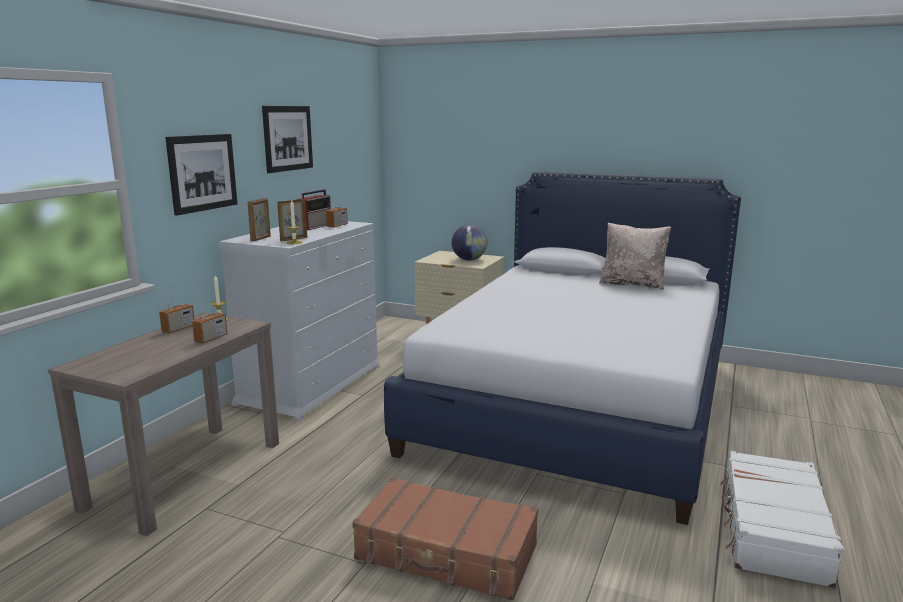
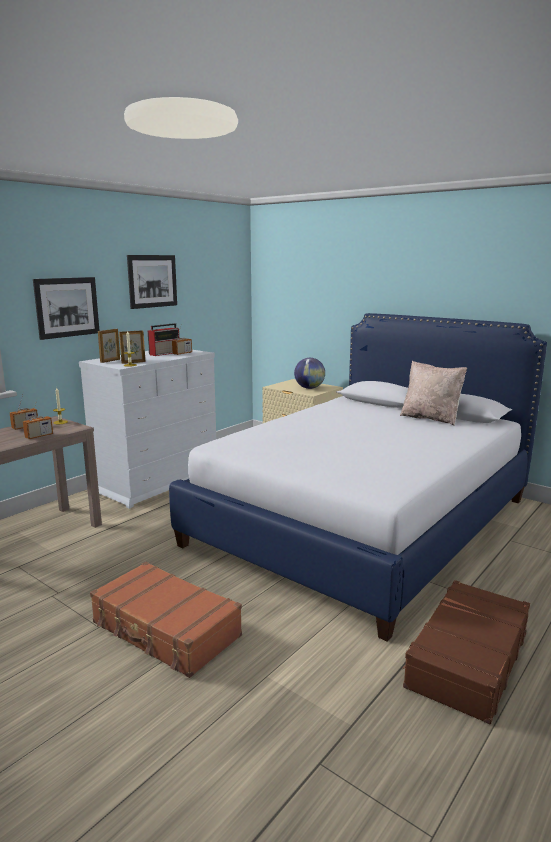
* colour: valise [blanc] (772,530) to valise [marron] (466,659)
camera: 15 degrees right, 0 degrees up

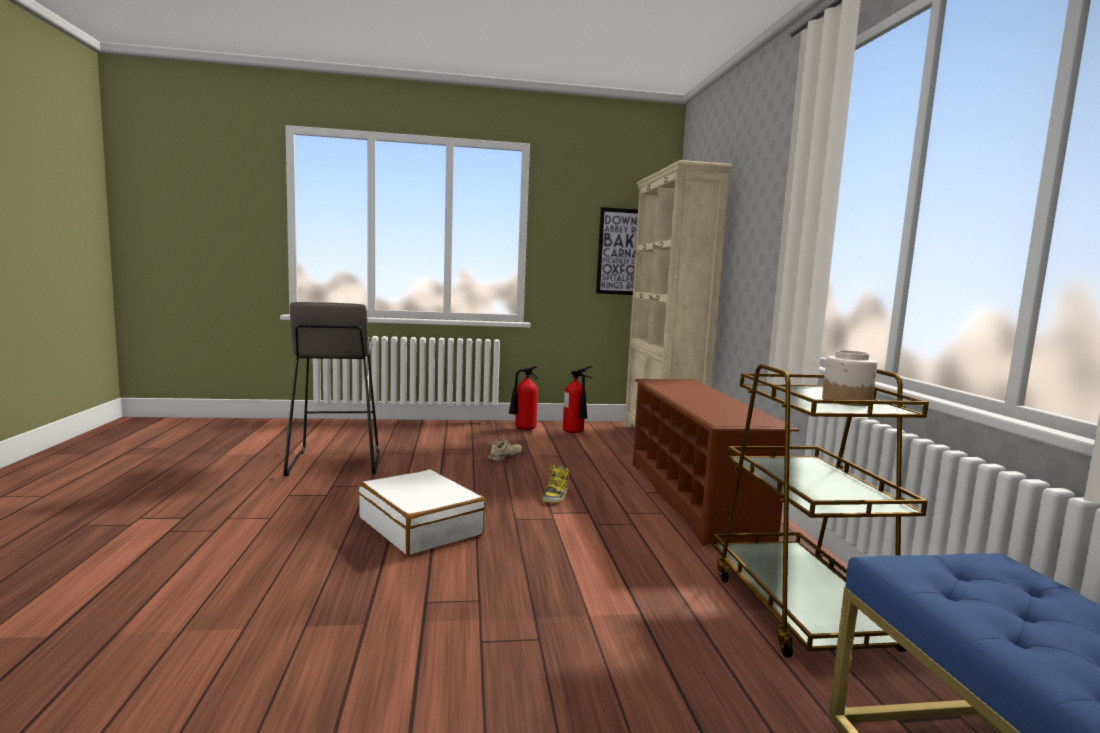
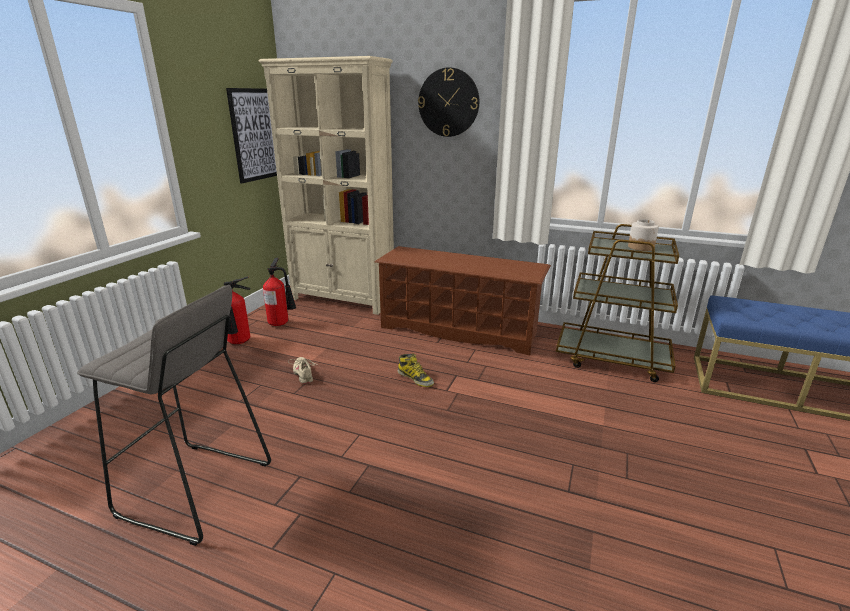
* missing: valise [blanc] (421,527)
* appeared: horloge murale (448,102)
camera: 60 degrees left, 15 degrees up

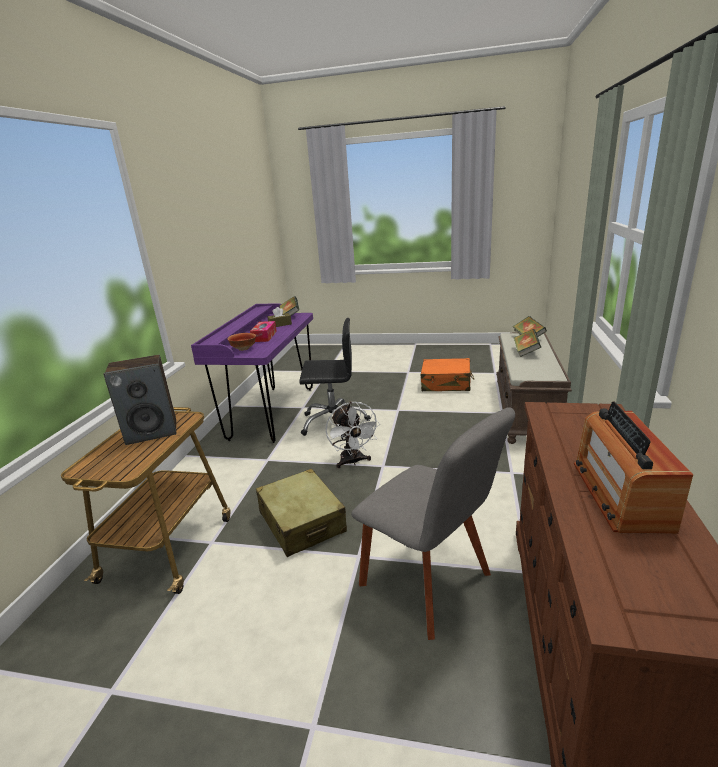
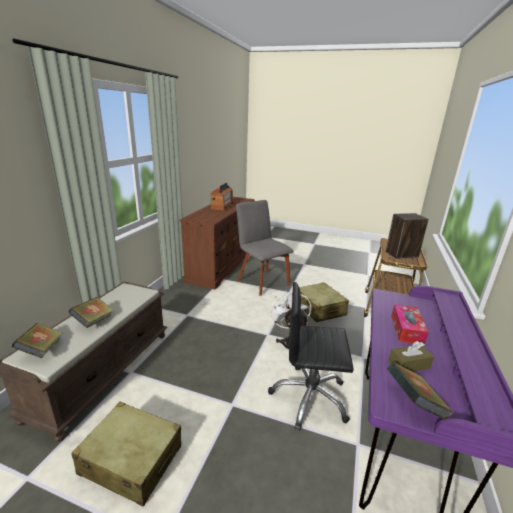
* missing: bol (244,348)
* colour: valise [orange] (446,383) to valise [beige] (131,459)
camera: 175 degrees left, 0 degrees up

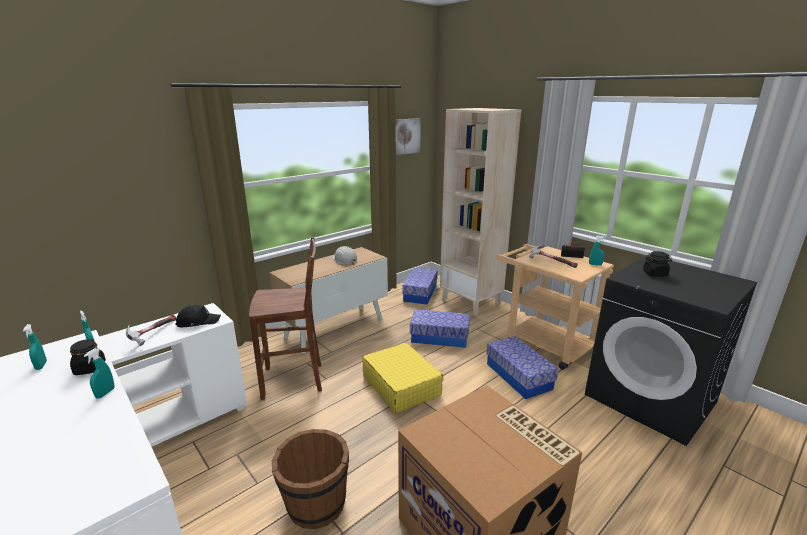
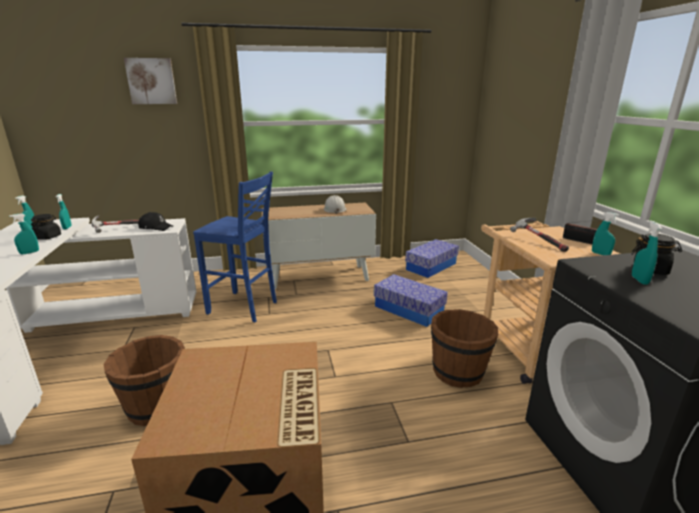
* colour: tabouret [marron] (294,380) to tabouret [bleu] (244,308)
* missing: valise [jaune] (401,385)
* relocated: tableau (406,136) to (151,81)
* missing: bibliothèque [beige] (471,302)
* exchanged: boîte de rangement (518,376) to seau [marron] (458,372)
* appeared: vaporisateur [turquoise] (639,280)
camera: 30 degrees right, 0 degrees up

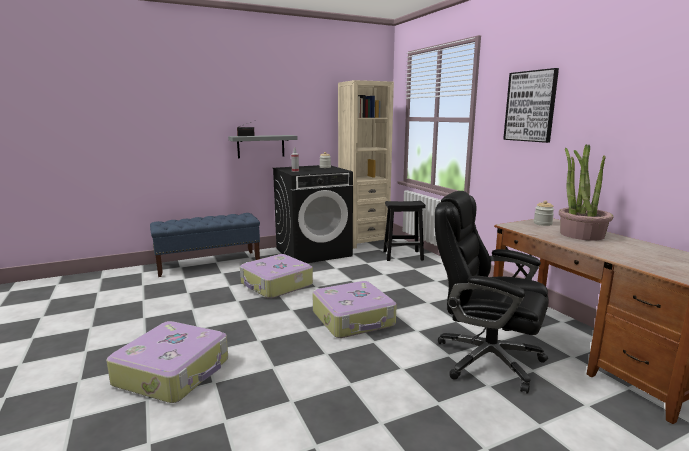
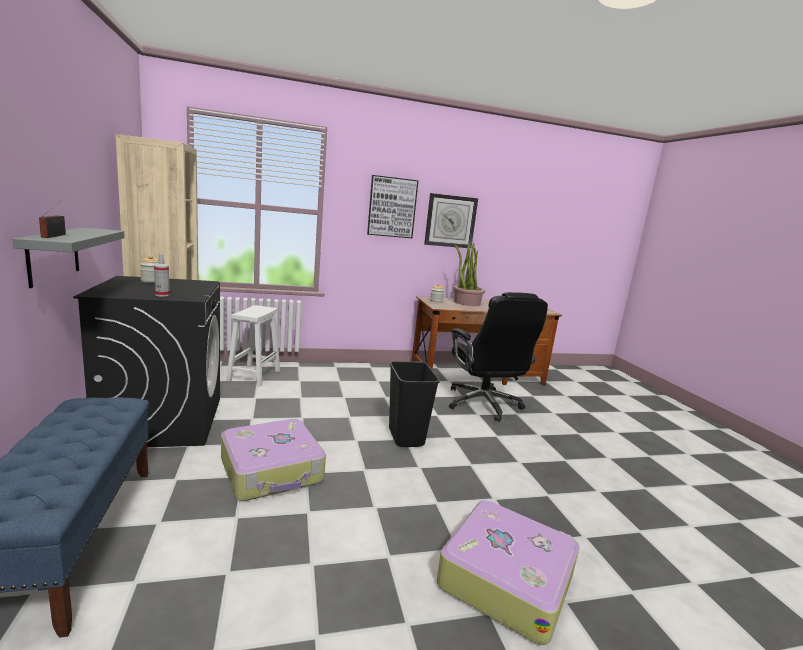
* exchanged: valise (354,319) to poubelle [noir] (405,437)
* colour: tabouret [noir] (403,255) to tabouret [blanc] (254,375)
* spun: chaise de bureau [noir] (485,359) = (484,404) 60 degrees counterclockwise
* appeared: horloge murale (450,221)
camera: 80 degrees left, 0 degrees up

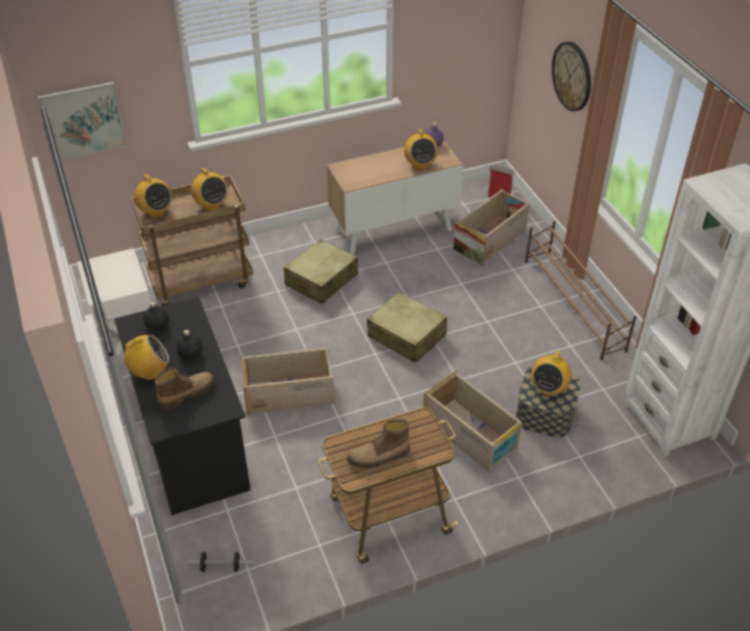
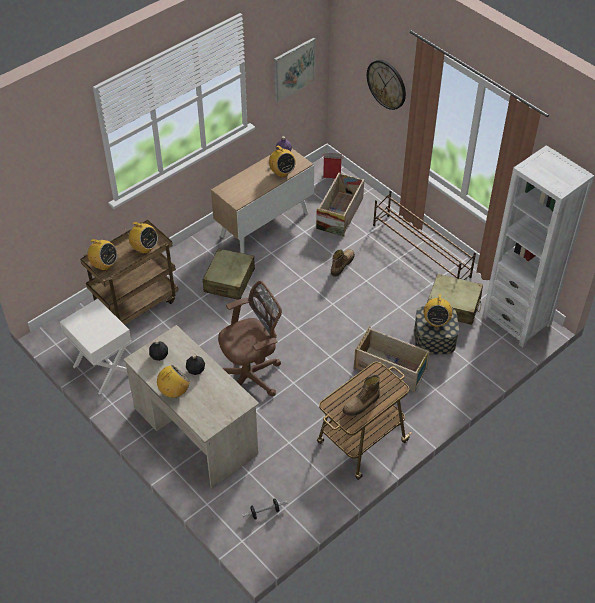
* relocated: tableau (83,120) to (294,69)
* colour: bureau [noir] (190,439) to bureau [beige] (195,431)
* relocated: botte (186,393) to (341,264)
* exchanged: caisse (289,393) to chaise de bureau [marron] (250,376)
* relocated: valise [beige] (407,336) to (453,305)
camera: 20 degrees left, 5 degrees up

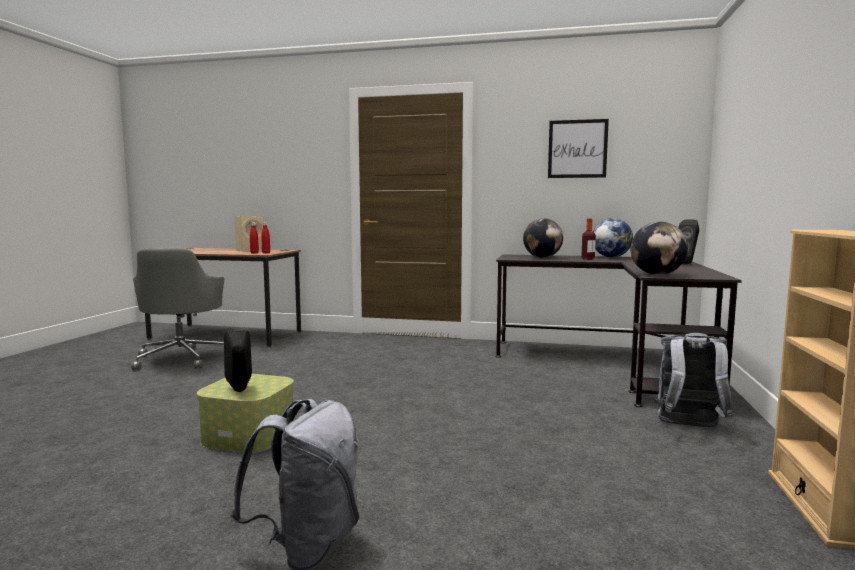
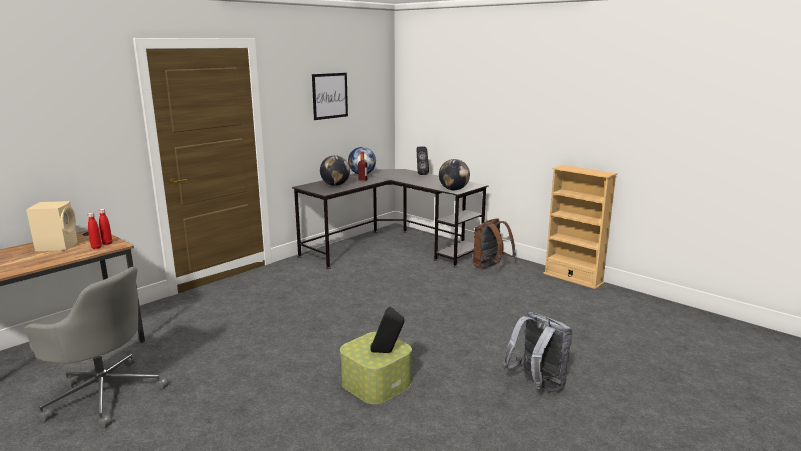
* colour: sac à dos [gris] (689,427) to sac à dos [marron] (490,267)
camera: 60 degrees left, 10 degrees up

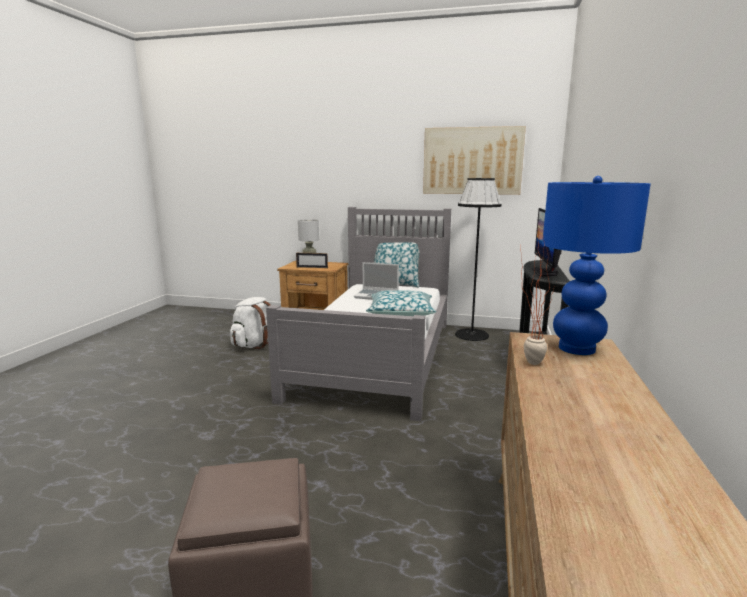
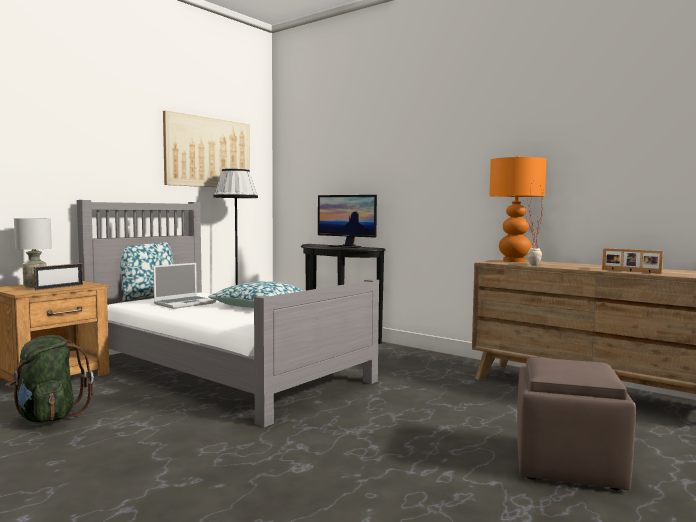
* colour: sac à dos [blanc] (254,344) to sac à dos [vert] (48,417)
* colour: lampe de table [bleu] (577,348) to lampe de table [orange] (514,261)
* appeared: cadre photo (630,271)
camera: 65 degrees left, 10 degrees down

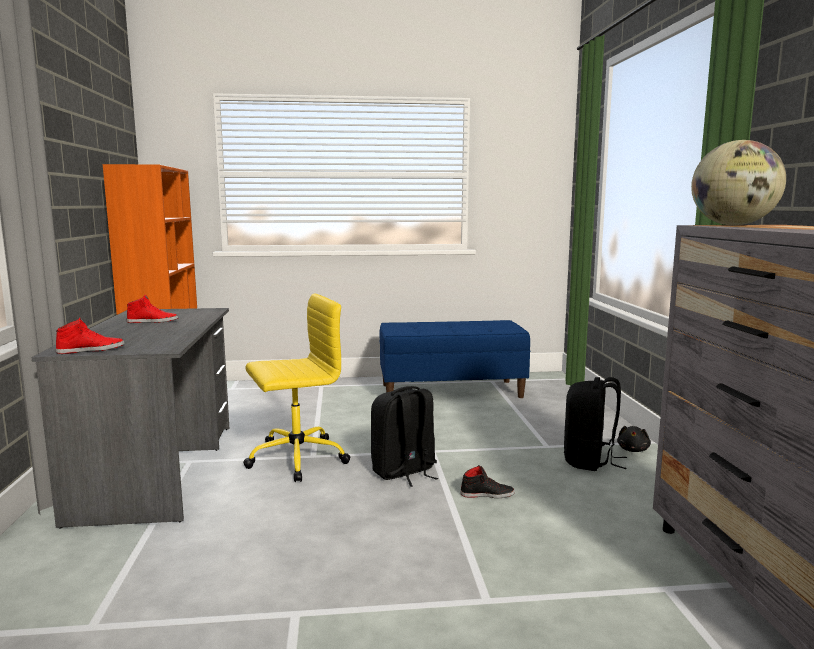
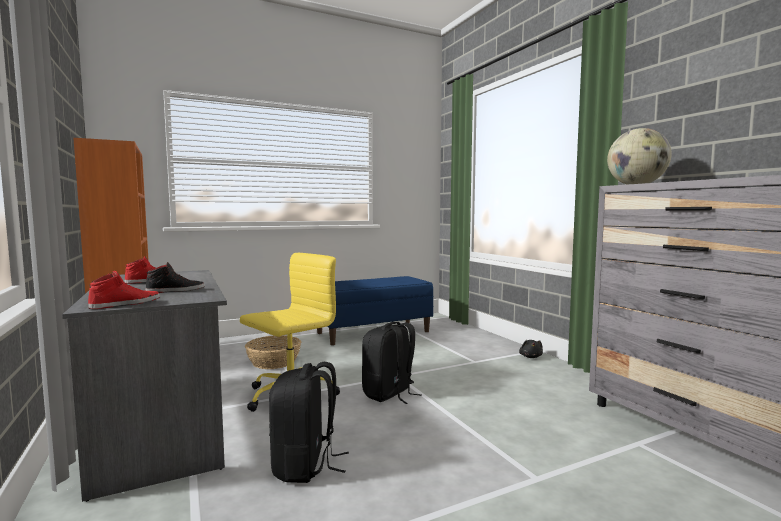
* relocated: chaussure [noir] (487,494) to (176,290)
* relocated: sac à dos [noir] (589,461) to (305,465)
* appeared: panier (274,362)
camera: 20 degrees left, 5 degrees down

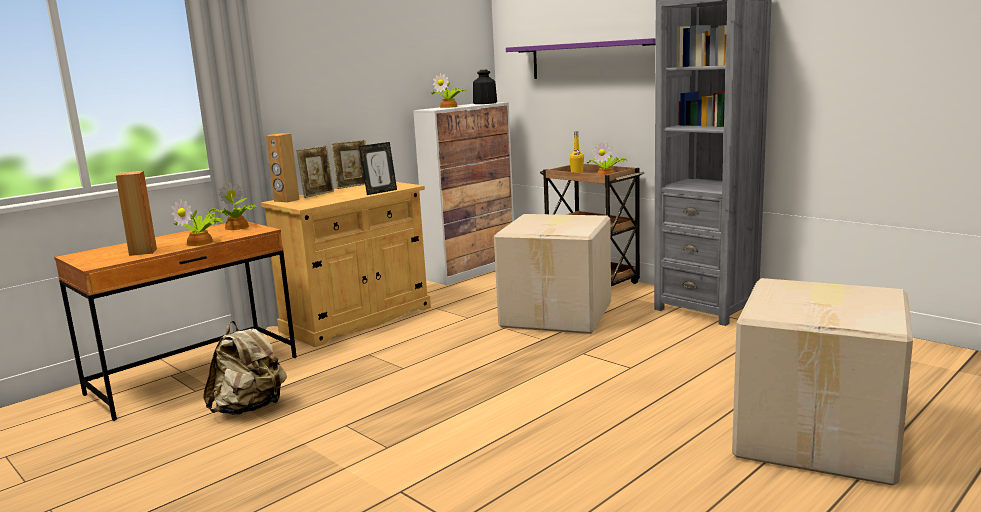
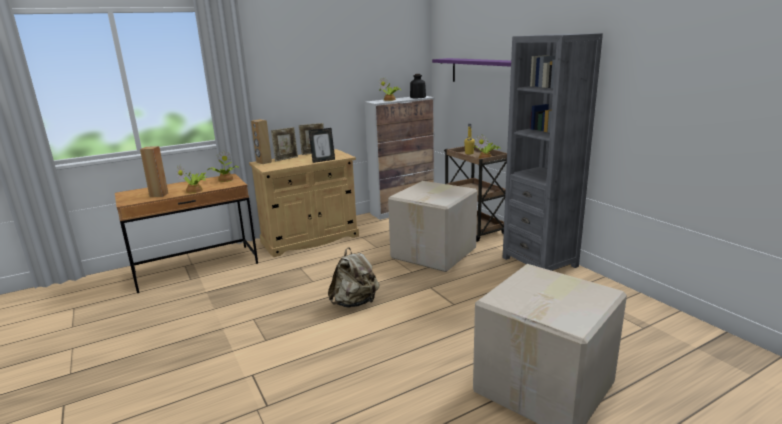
* relocated: sac à dos [beige] (249,408) to (355,303)
camera: 15 degrees right, 5 degrees up

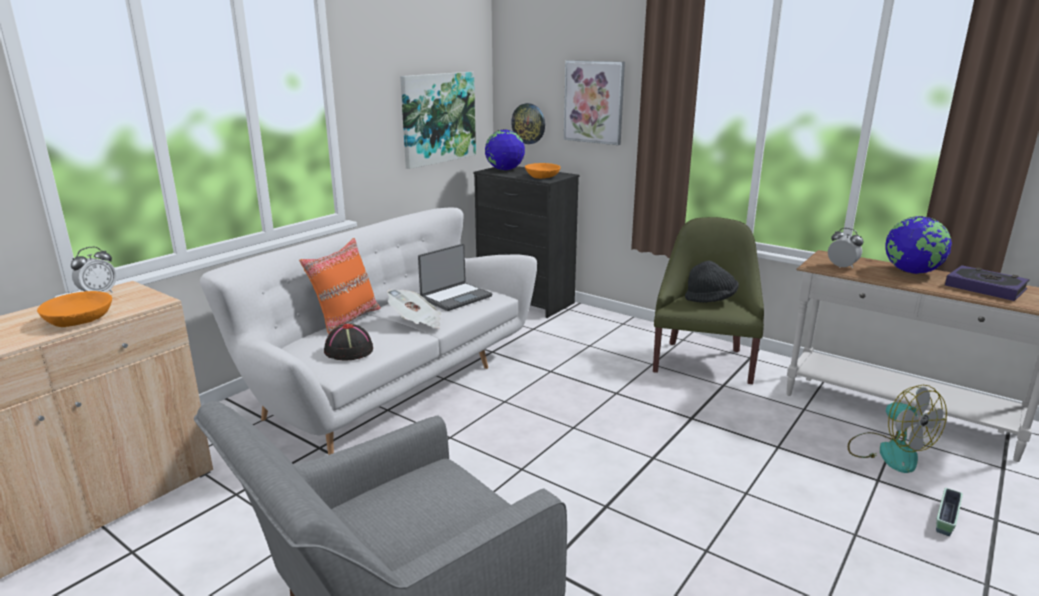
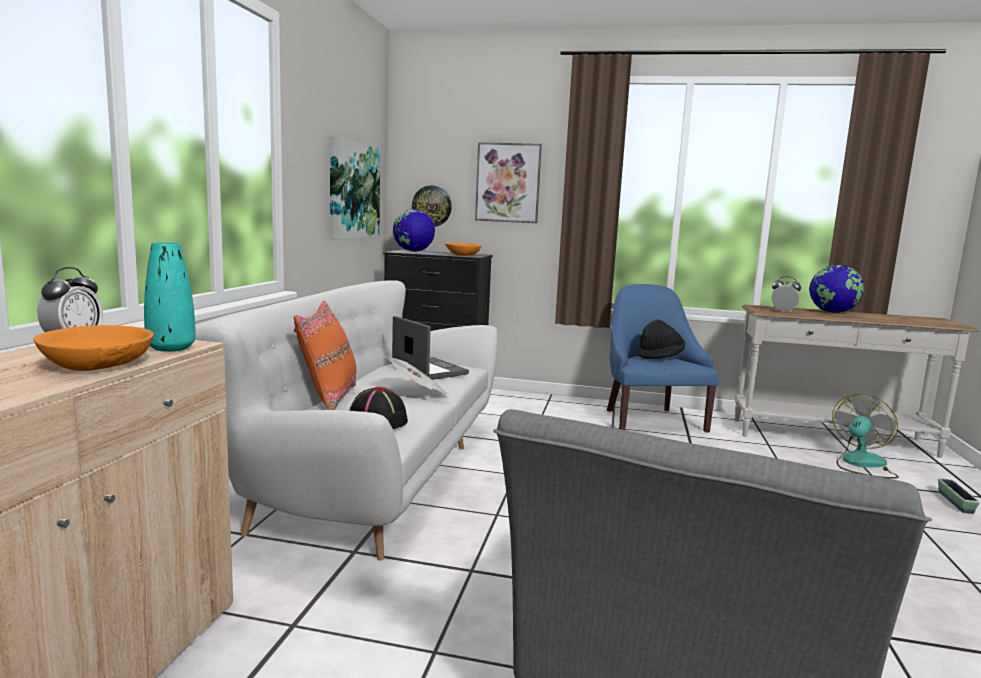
* spun: ordinateur portable (455,297) = (428,370) 60 degrees counterclockwise
* colour: fauteuil [vert] (703,360) to fauteuil [bleu] (650,420)
* spun: ventilateur (888,451) = (861,464) 90 degrees counterclockwise
* missing: livre (985,288)
* appeared: vase [turquoise] (171,348)
camera: 25 degrees left, 10 degrees down

